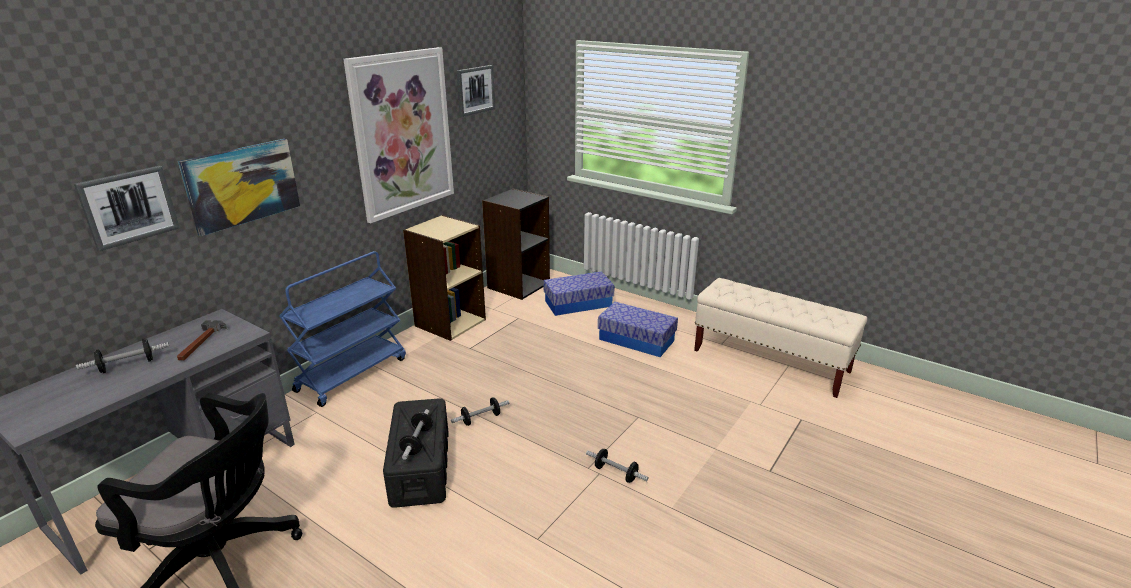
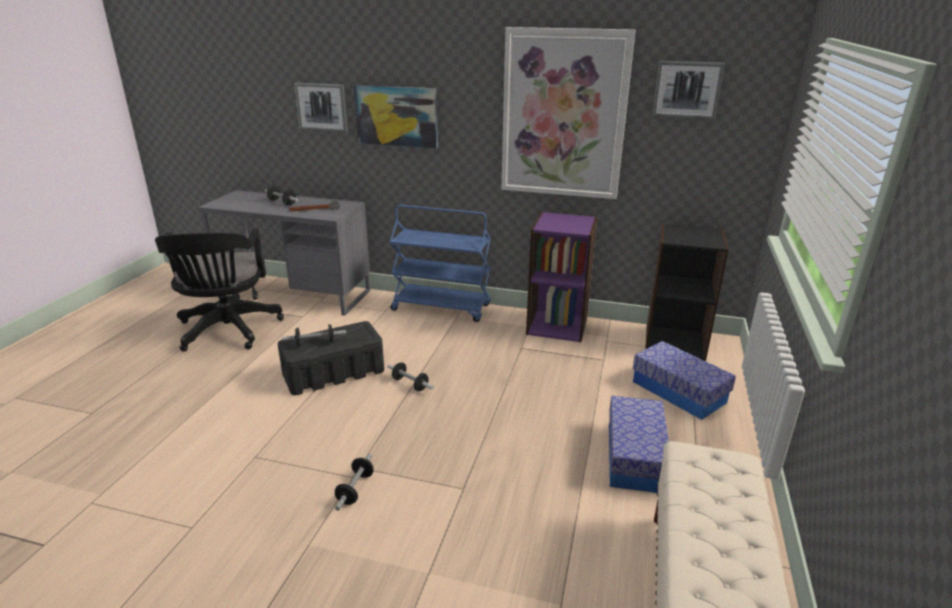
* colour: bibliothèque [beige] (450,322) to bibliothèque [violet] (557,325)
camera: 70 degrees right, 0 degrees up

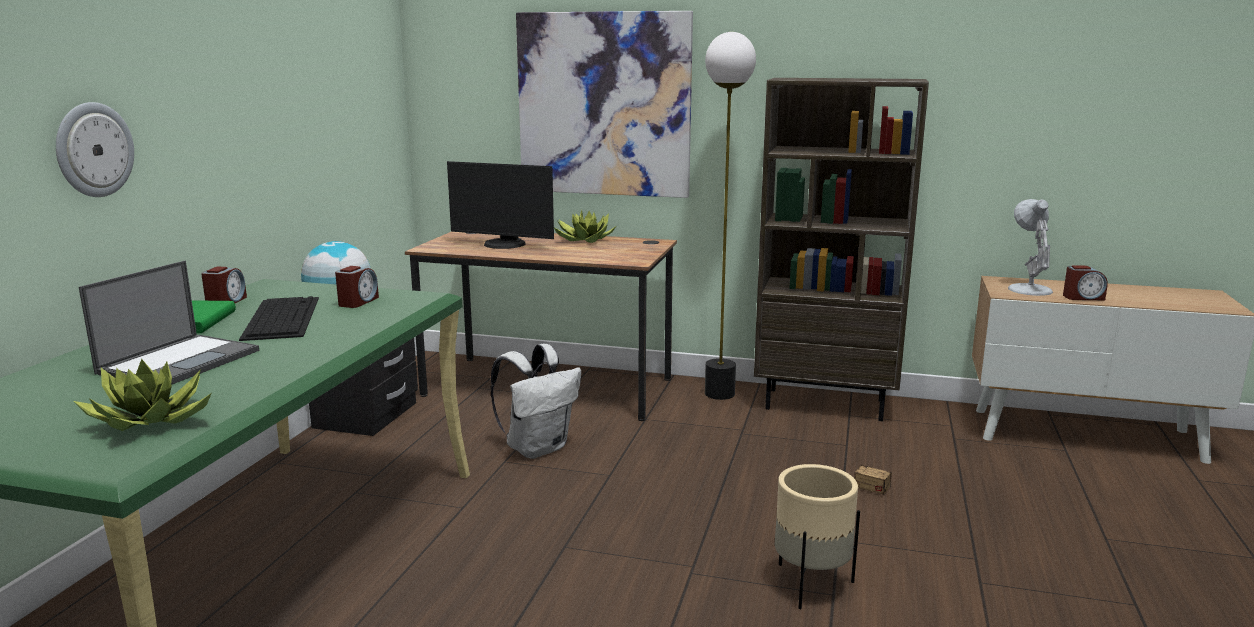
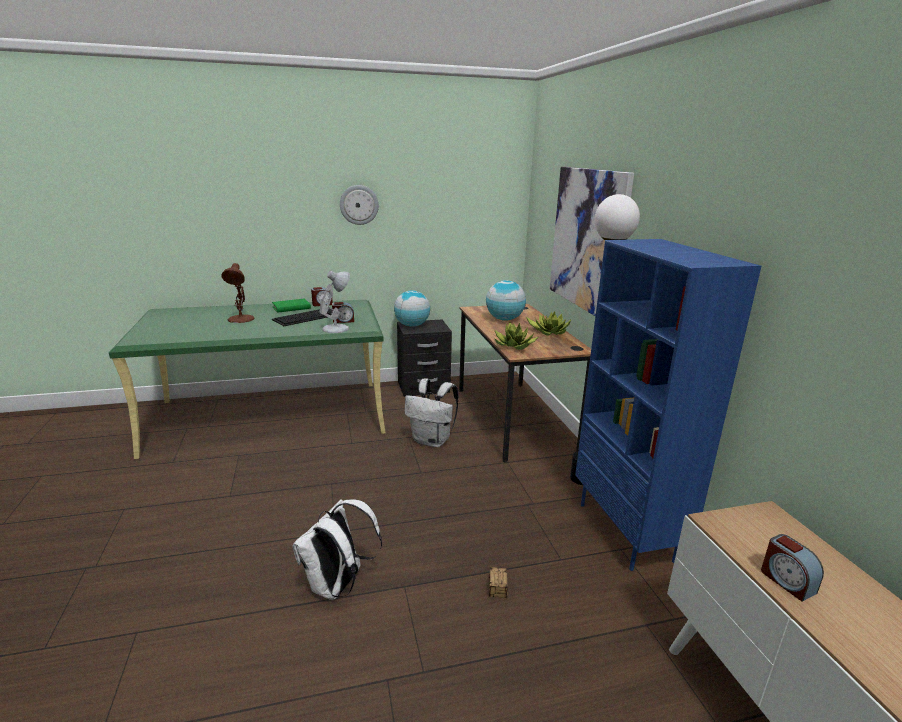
* relocated: horloge murale (93,150) to (359,205)
* relocated: plante en pot (151,421) to (514,346)
* exchanged: ordinateur portable (180,361) to lampe de table [marron] (240,319)
* exchanged: écran d'ordinateur (503,245) to globe (504,319)
* colour: bibliothèque [marron] (825,404) to bibliothèque [bleu] (626,532)
* exchanged: cache-pot [beige] (811,585) to sac à dos [blanc] (338,586)
* relocated: lampe de table [blanc] (1028,289) to (337,328)
camera: 60 degrees right, 5 degrees up

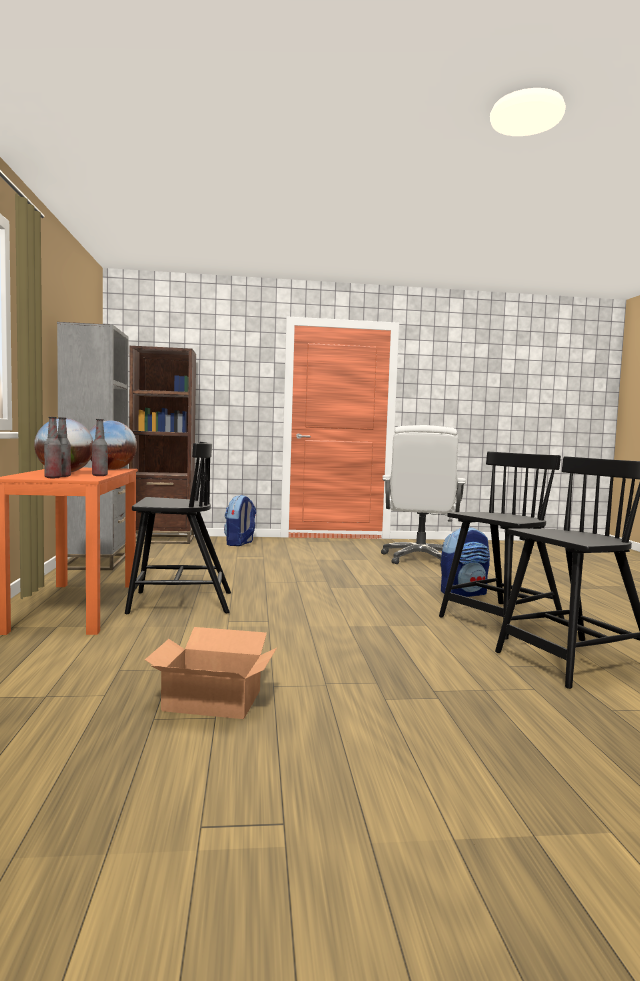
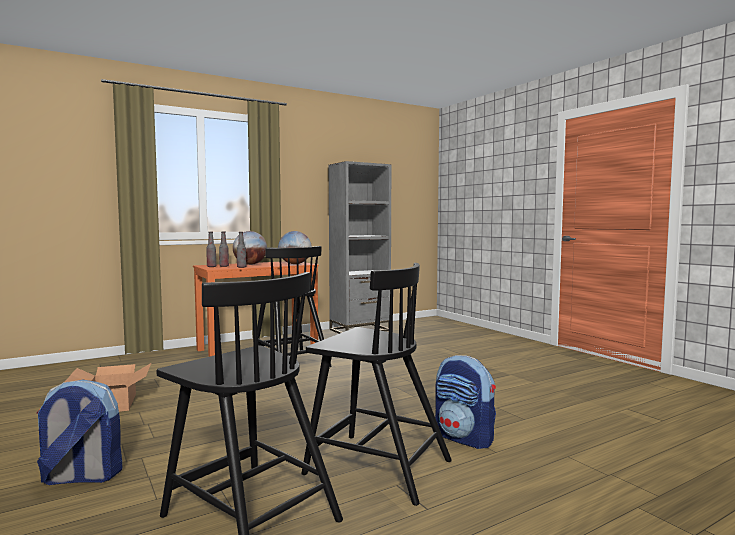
* missing: bibliothèque [marron] (162,540)
* relocated: sac à dos (240,543) to (81,477)
* missing: chaise de bureau [blanc] (420,559)
camera: 65 degrees right, 0 degrees up

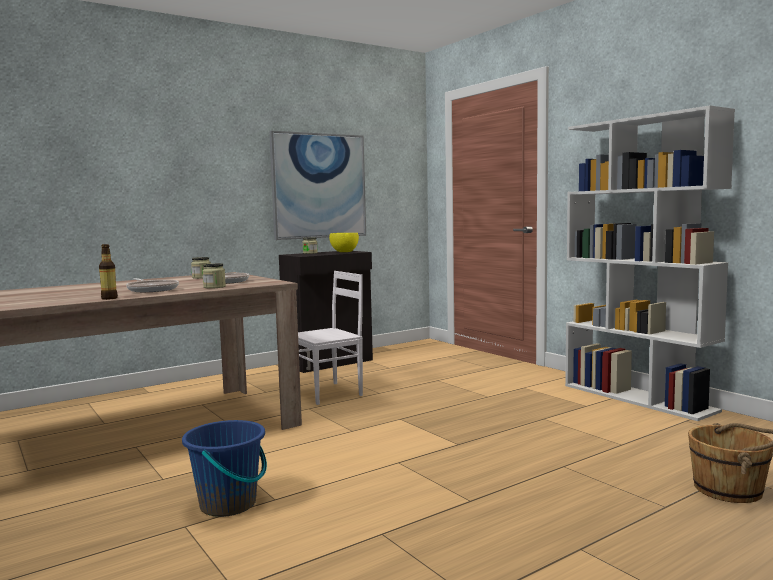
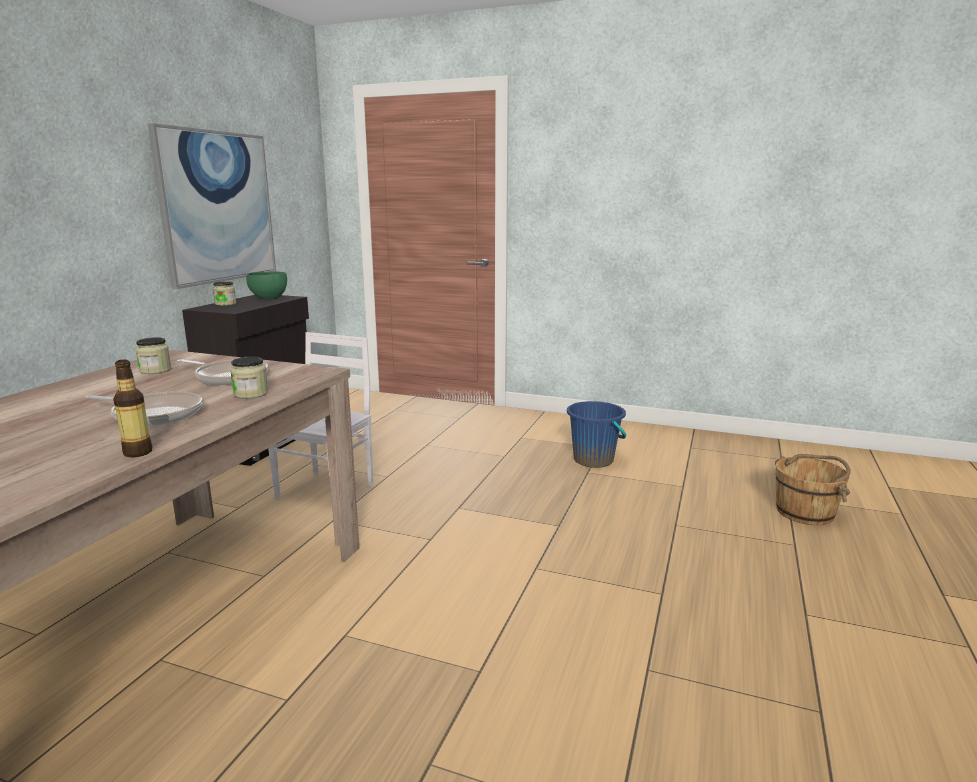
* relocated: seau [bleu] (228,504) to (593,460)
* colour: bol [jaune] (345,252) to bol [vert] (269,298)
* missing: bibliothèque [blanc] (638,398)
camera: 35 degrees left, 10 degrees up

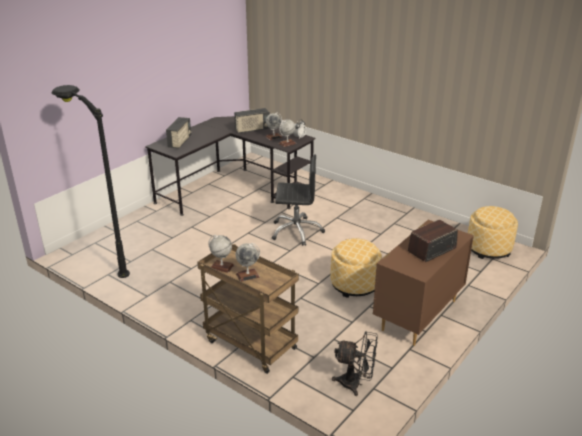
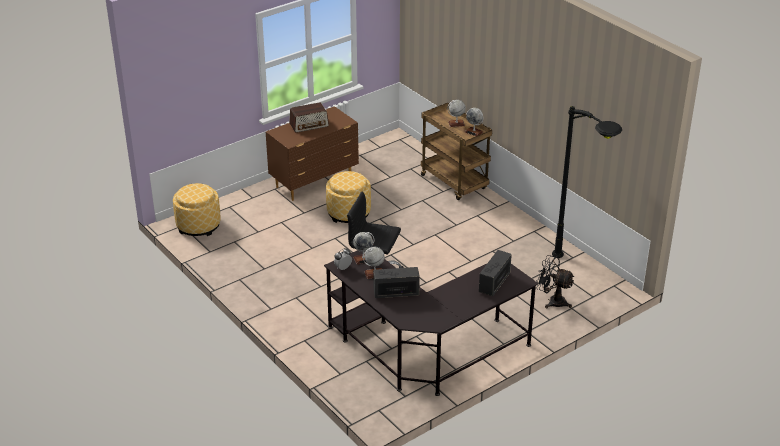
* relocated: ventilateur [noir] (356,384) to (552,301)
camera: 165 degrees left, 5 degrees up

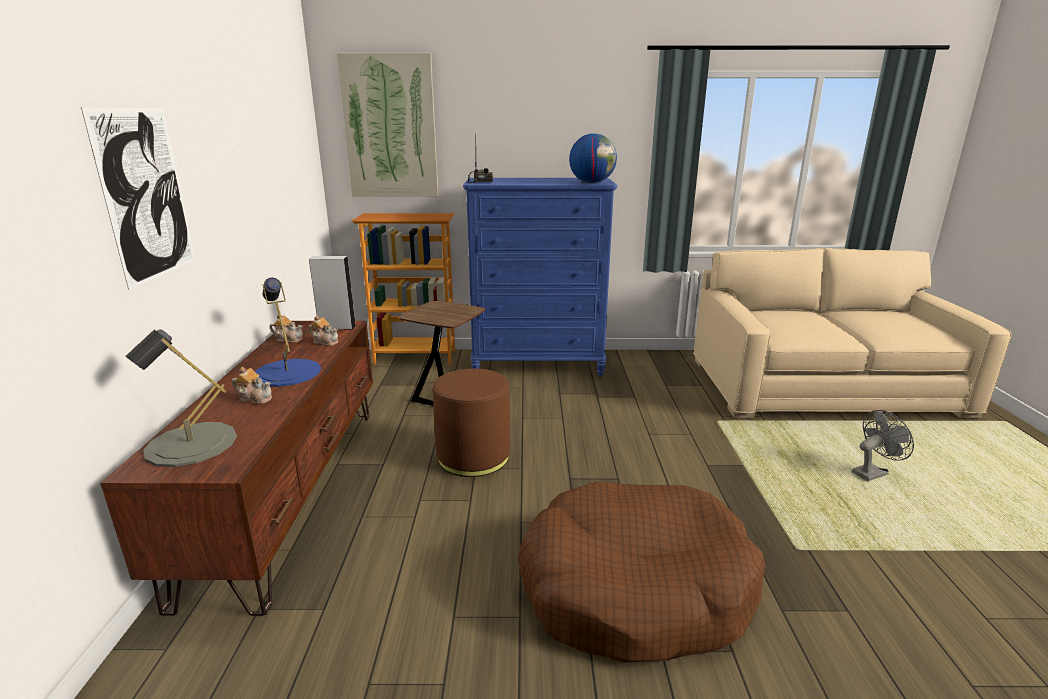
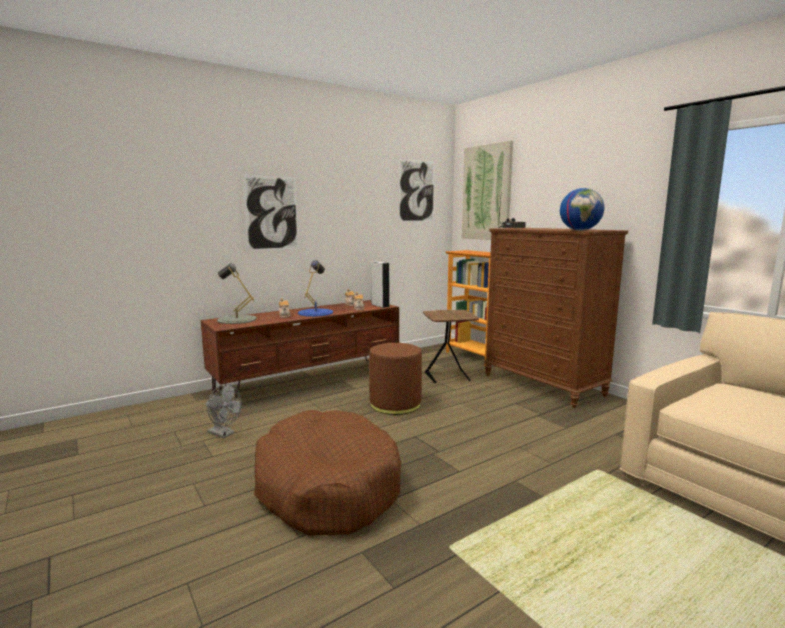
* colour: commode [bleu] (538,363) to commode [marron] (543,385)
* relocated: ventilateur [gris] (872,472) to (224,434)
* appeared: tableau (416,191)
camera: 55 degrees right, 10 degrees down

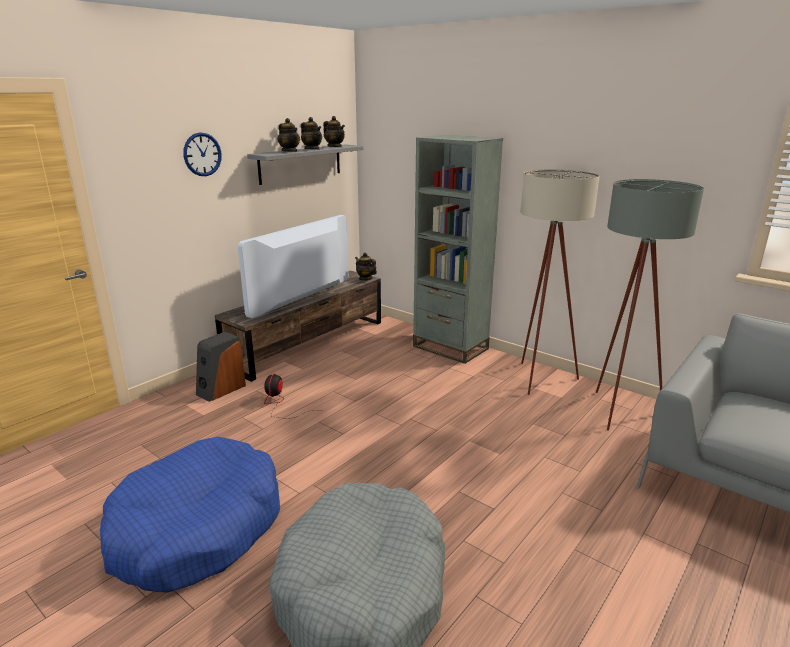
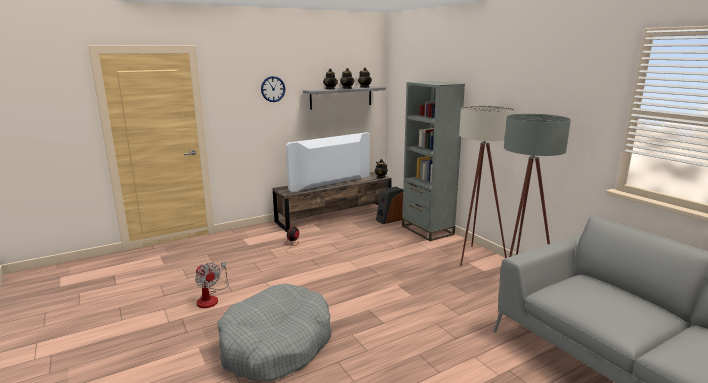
* exchanged: panier pour chien [bleu] (197,528) to ventilateur (211,298)
* relocated: enceinte (221,389) to (389,219)
camera: 20 degrees right, 5 degrees down

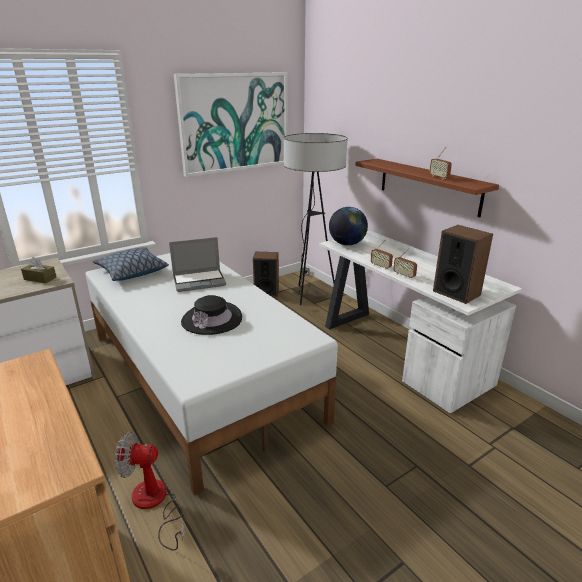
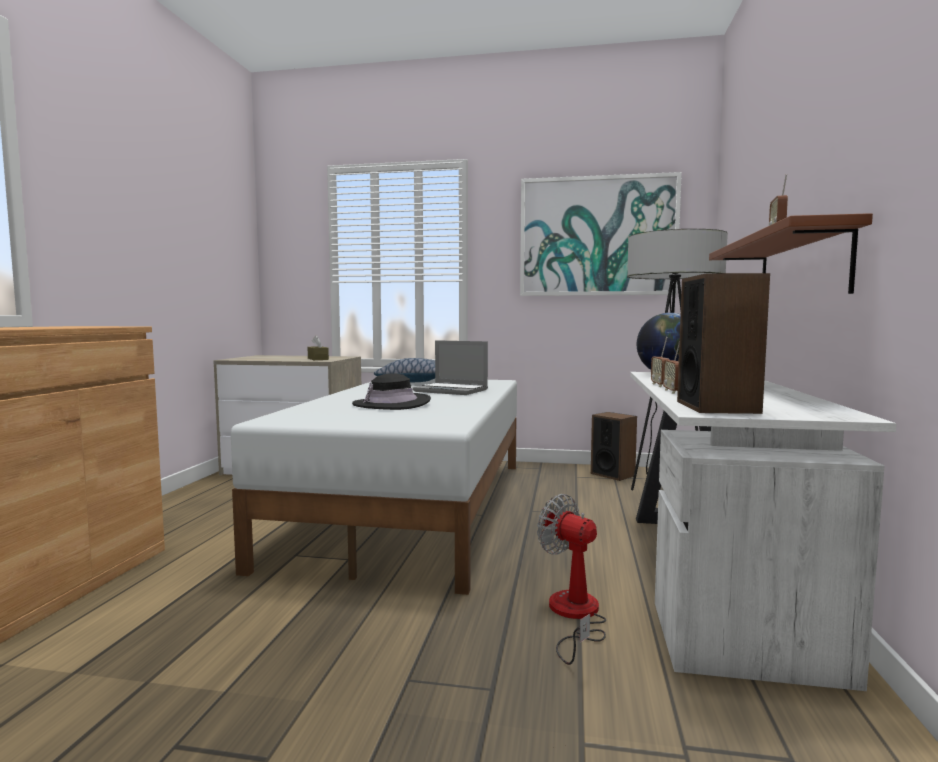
* relocated: ventilateur (154,504) to (574,616)
camera: 45 degrees right, 20 degrees down

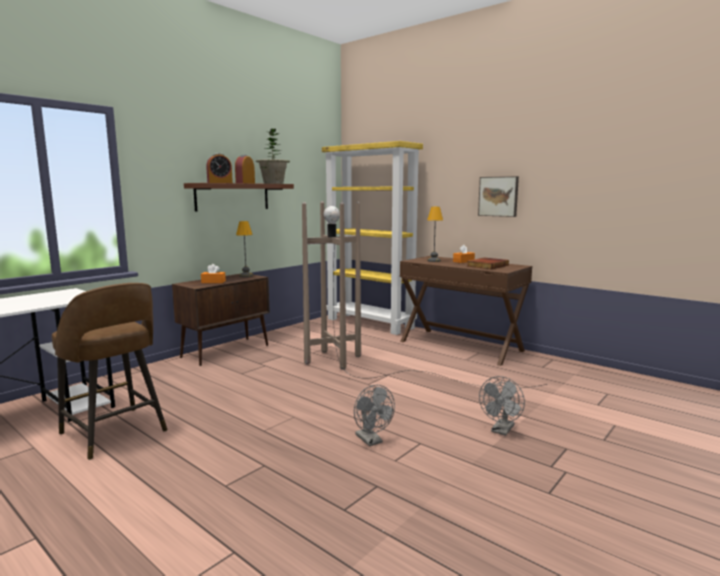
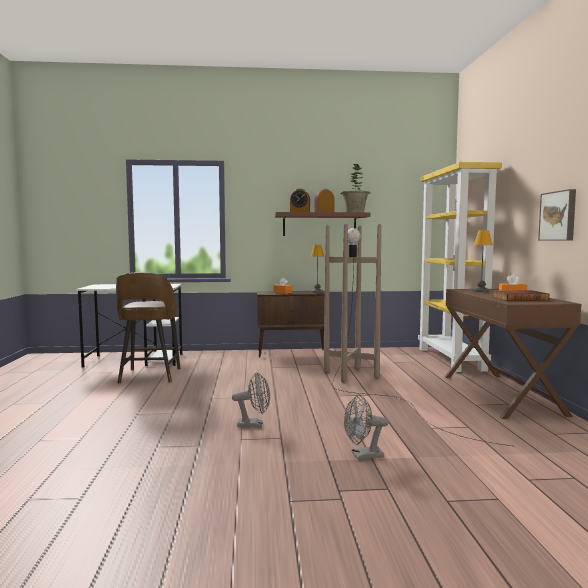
* spun: ventilateur [gris] (371,441) = (254,425) 105 degrees counterclockwise
camera: 45 degrees right, 5 degrees down

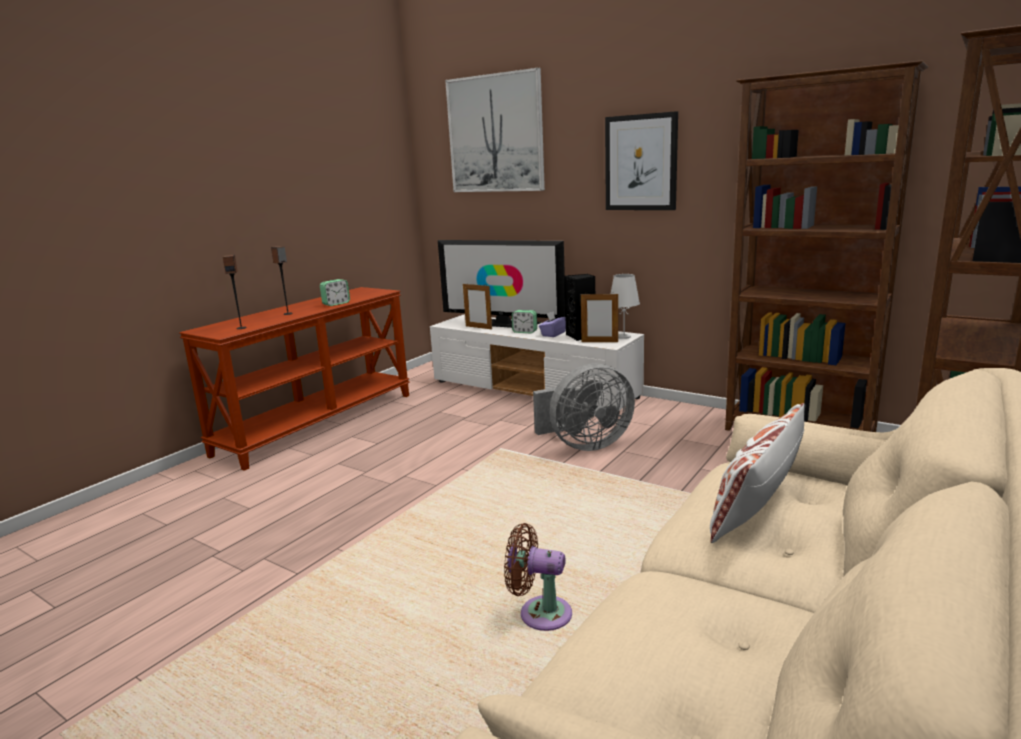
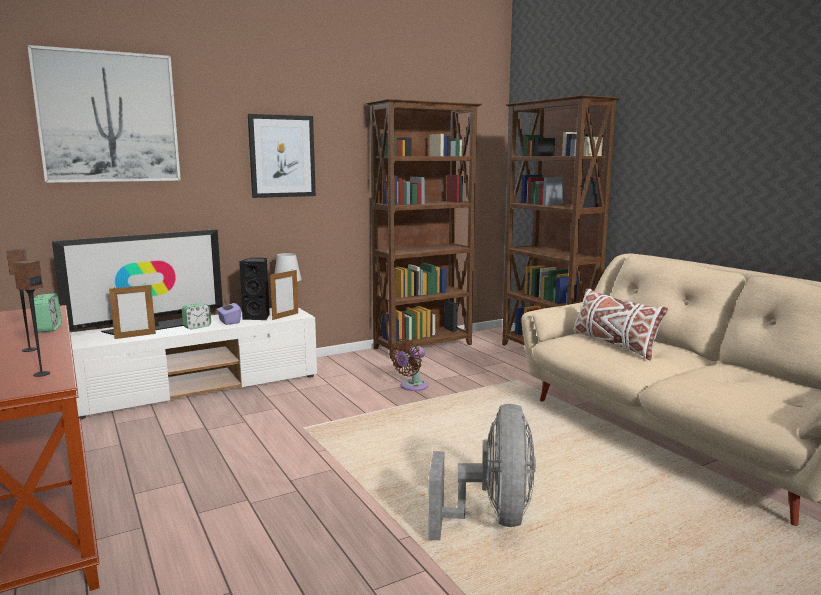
* relocated: ventilateur [marron] (540,613) to (411,386)
* relocated: ventilateur [gris] (584,445) to (492,518)
camera: 65 degrees left, 5 degrees down

